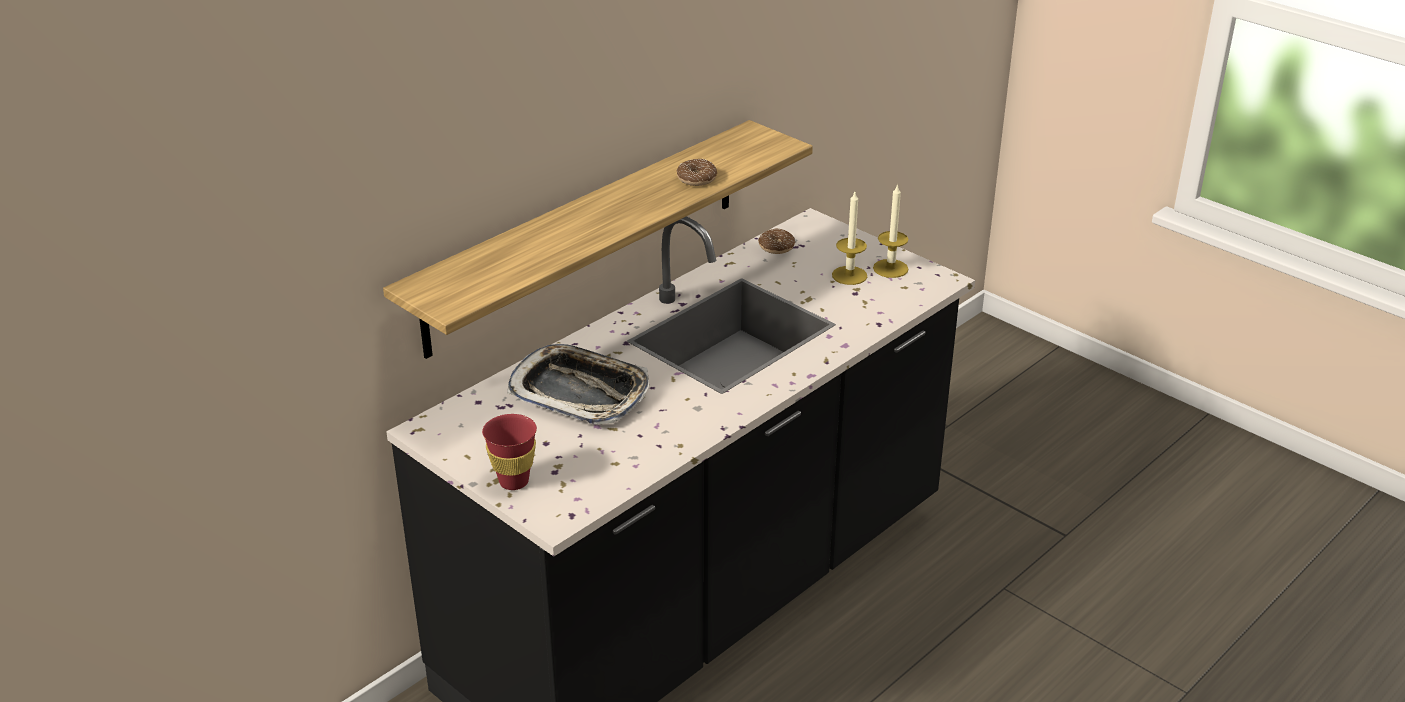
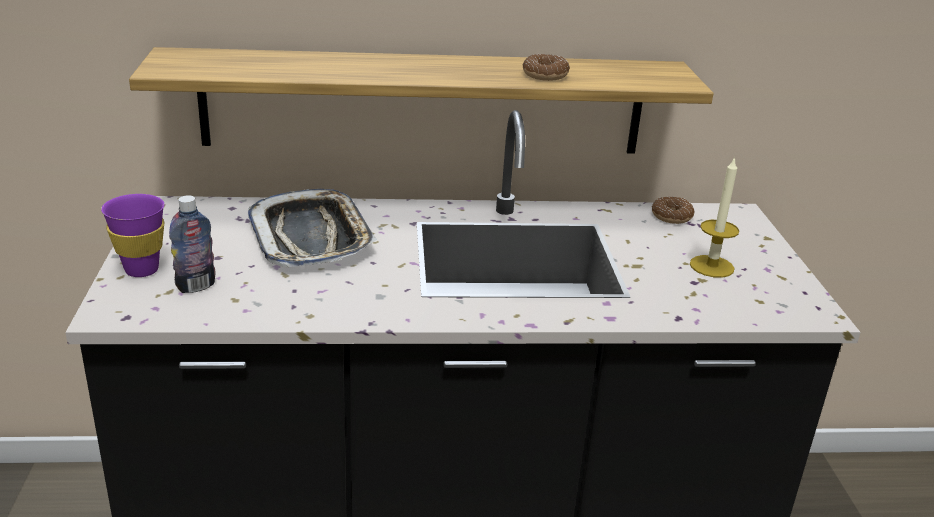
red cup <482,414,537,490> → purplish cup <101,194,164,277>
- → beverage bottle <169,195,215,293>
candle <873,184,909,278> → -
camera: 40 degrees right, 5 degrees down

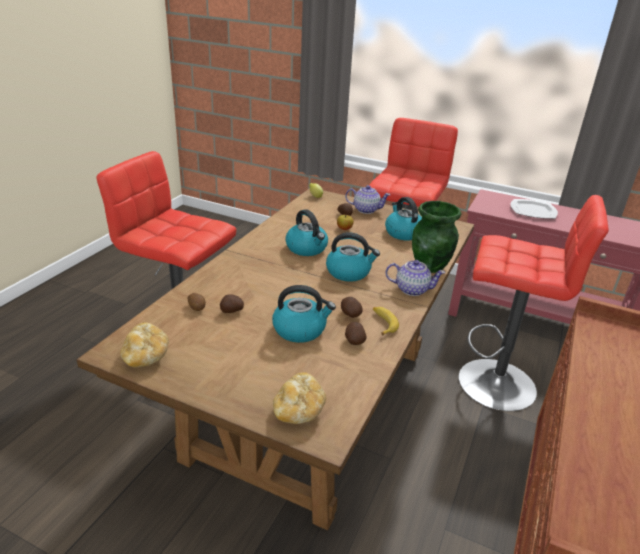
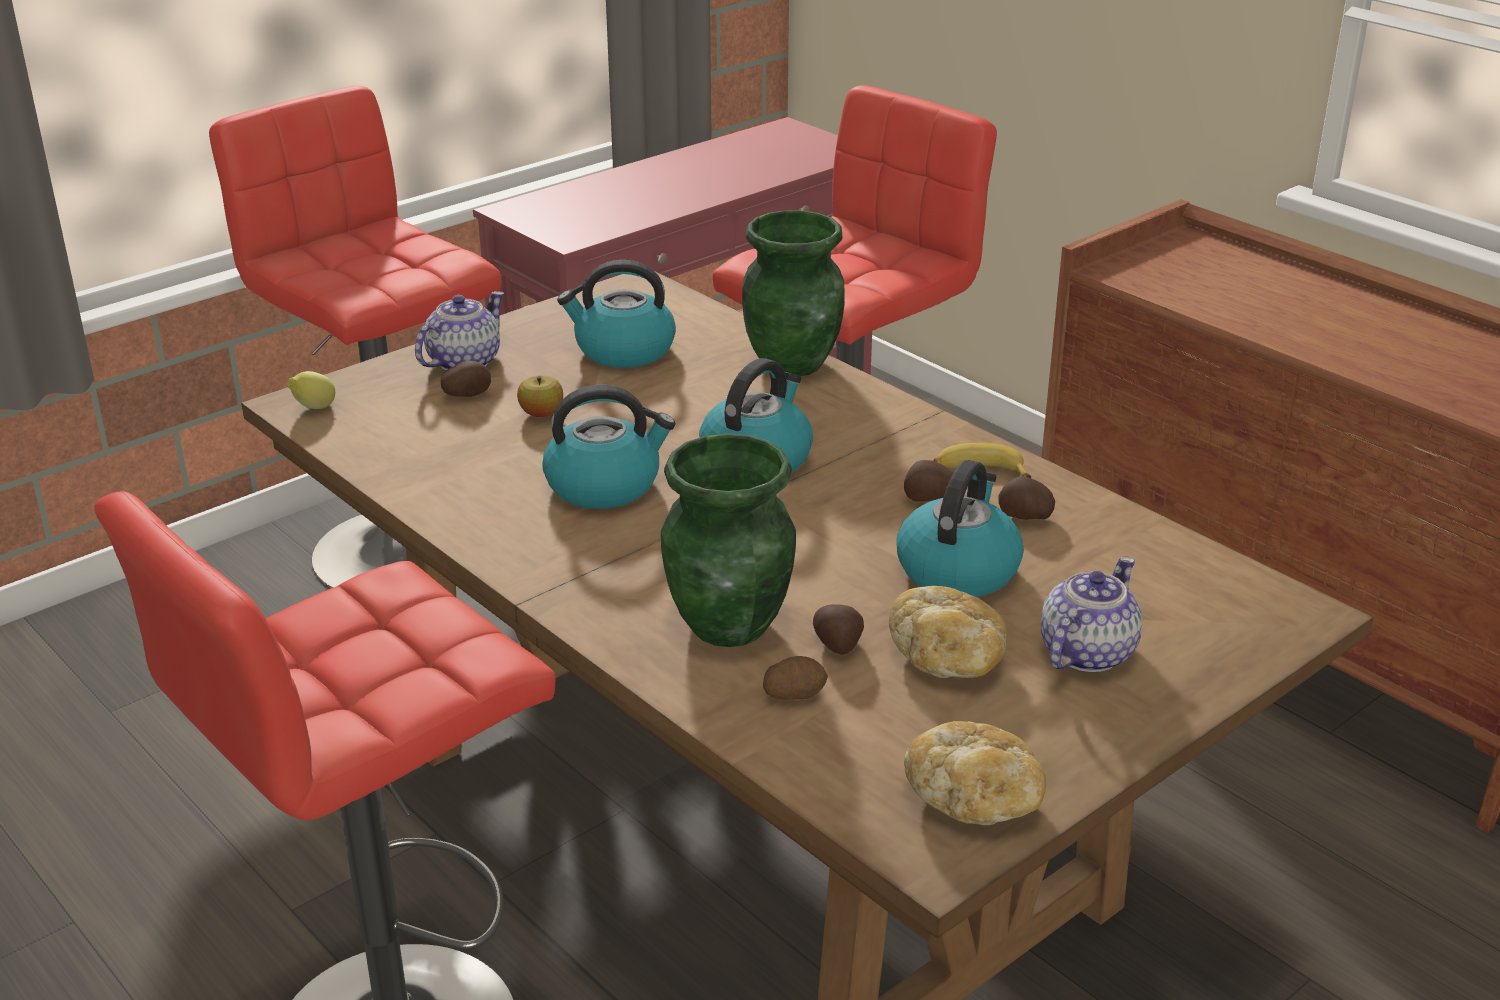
- → green-coloured vase <661,433,796,647>
bakery bread <273,372,326,424> → bakery bread <889,586,1007,678>, move
teapot <385,260,445,296> → teapot <1041,556,1142,672>, move
flat dish <511,199,558,219> → -
camera: 65 degrees left, 0 degrees up

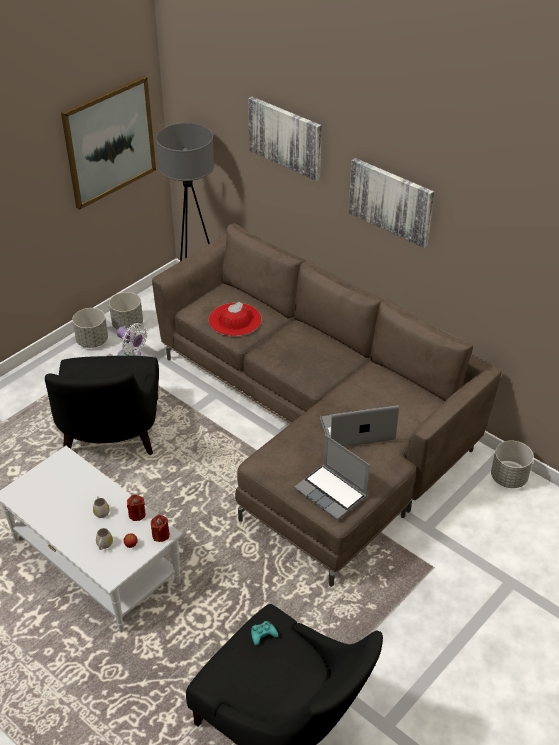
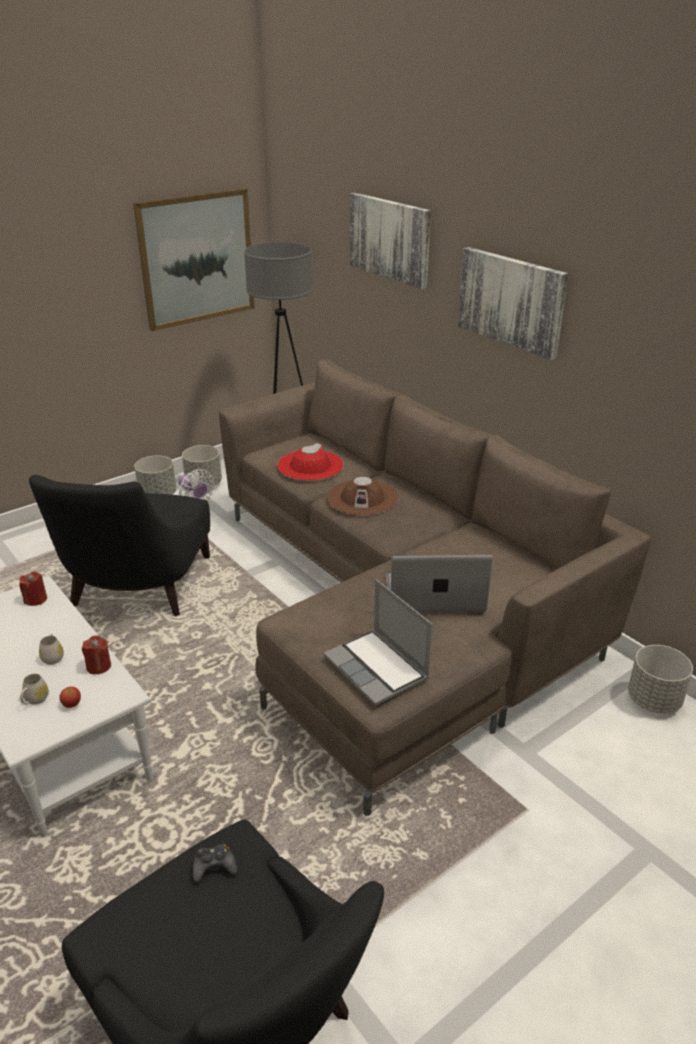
red candle <151,515,170,542> → red candle <19,571,47,606>, move
blue-green gamepad <251,621,278,645> → black gamepad <192,844,237,883>
- → brown clothing hat <327,477,398,515>
camera: 10 degrees right, 10 degrees down

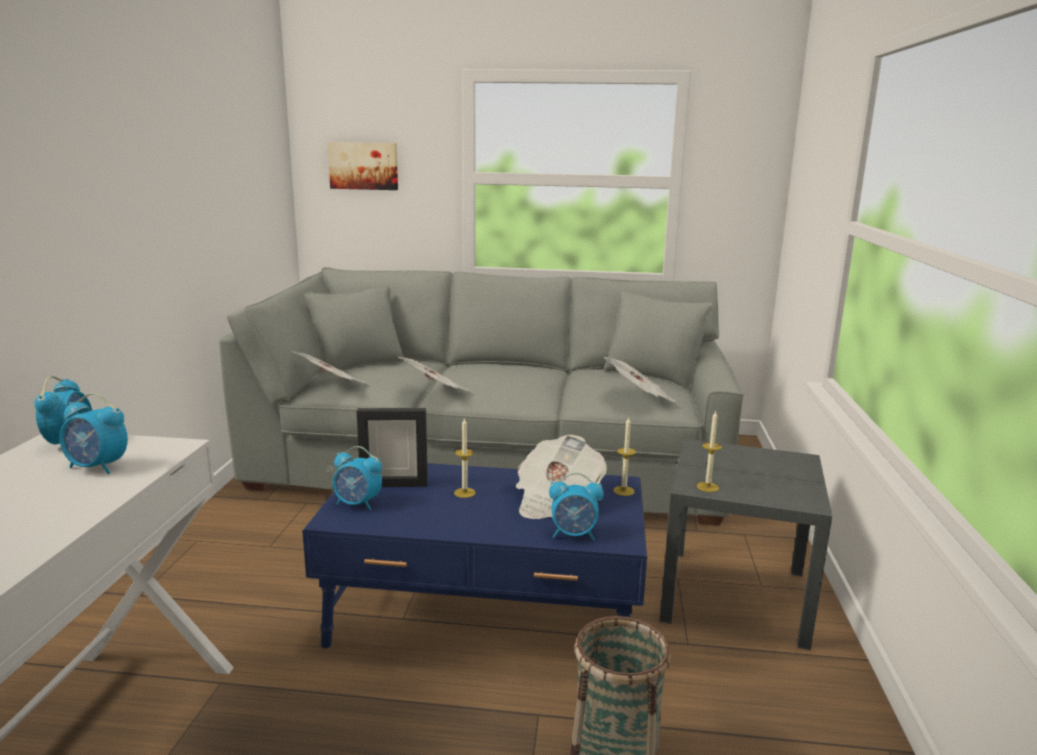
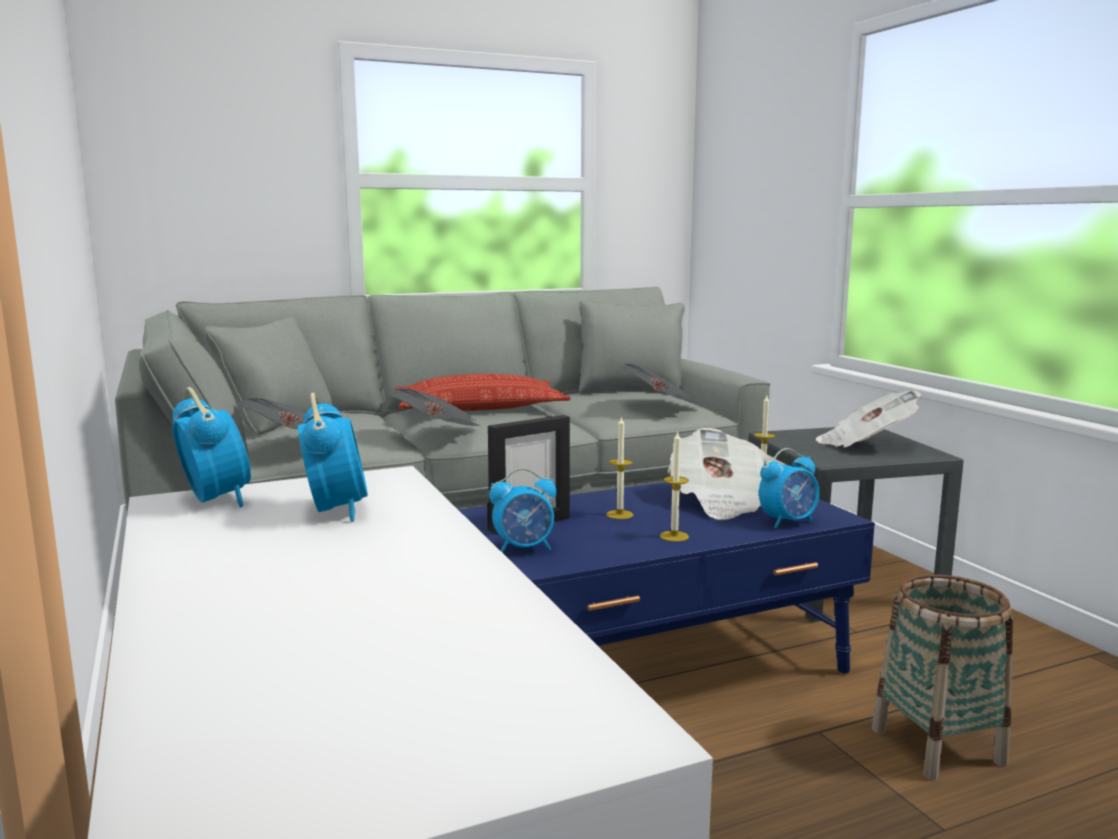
bedside clock <60,393,128,474> → bedside clock <298,392,368,522>, 90 degrees counterclockwise
- → pillow <395,374,571,411>
candle <697,411,722,492> → candle <660,431,689,542>, move
- → daily paper <816,391,922,447>
picture <328,142,398,190> → -
camera: 30 degrees left, 5 degrees down

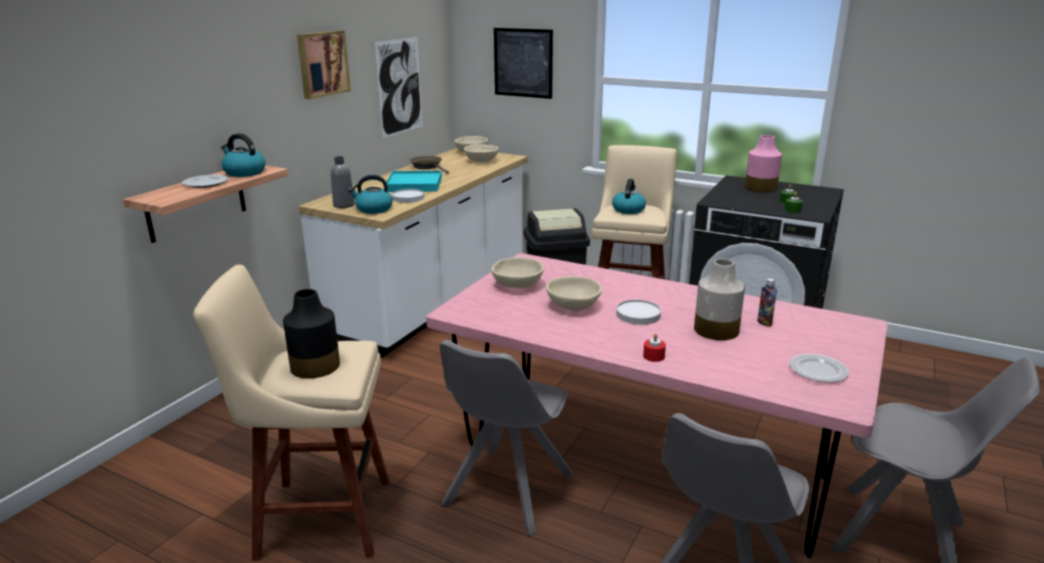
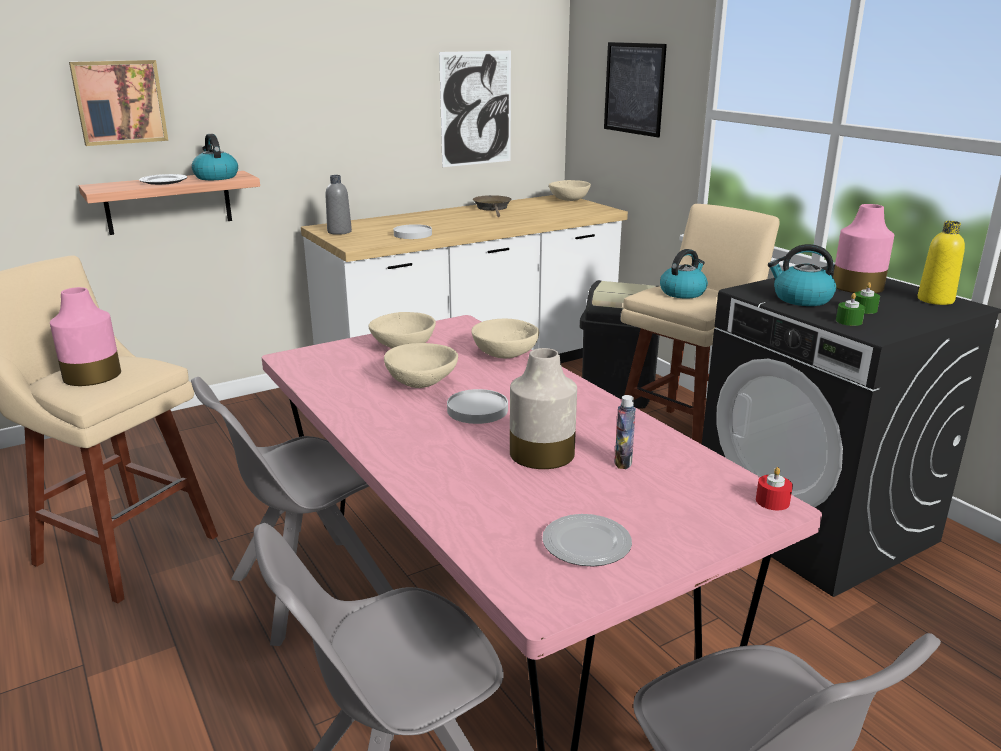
black vase <283,289,340,378> → pink-coloured vase <50,287,121,386>
picture <297,30,351,99> → picture <69,60,168,146>, move
sand-coloured deep dish <464,144,499,162> → sand-coloured deep dish <471,319,539,358>, move
red candle <643,334,666,362> → red candle <756,467,793,510>, move
kettle <348,175,393,214> → kettle <768,244,836,306>, move
- → yellow beverage bottle <918,221,965,305>
blue-green tray <386,171,442,192> → -
camera: 30 degrees right, 0 degrees up

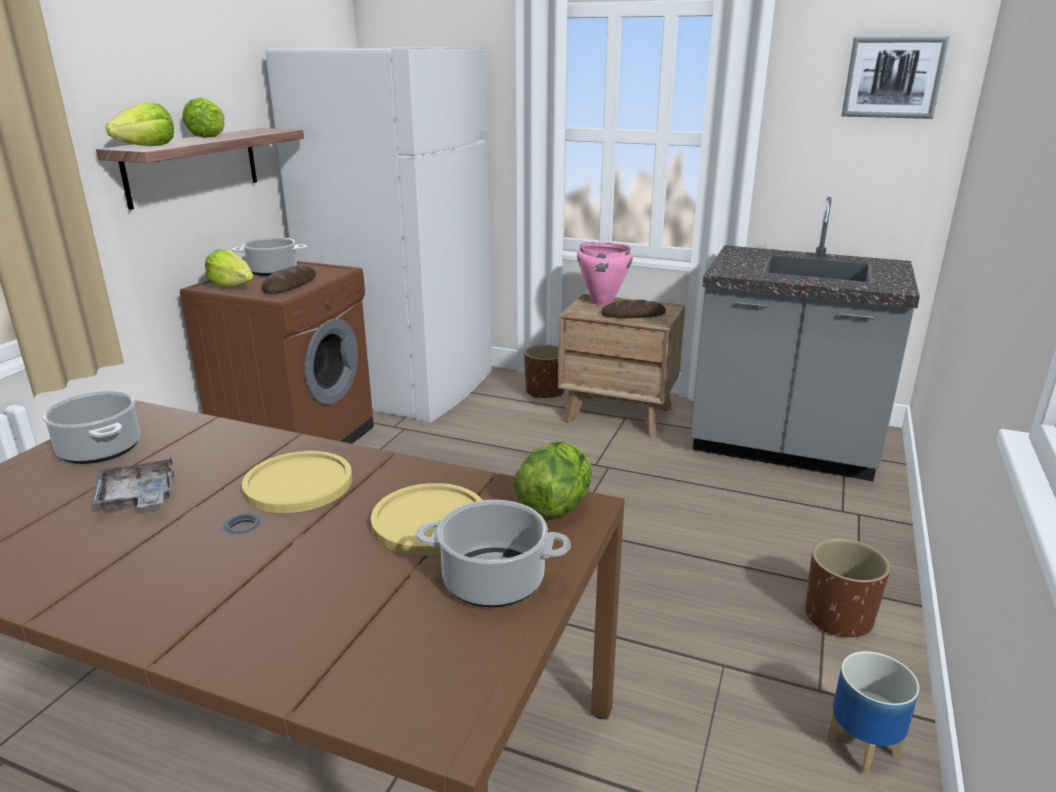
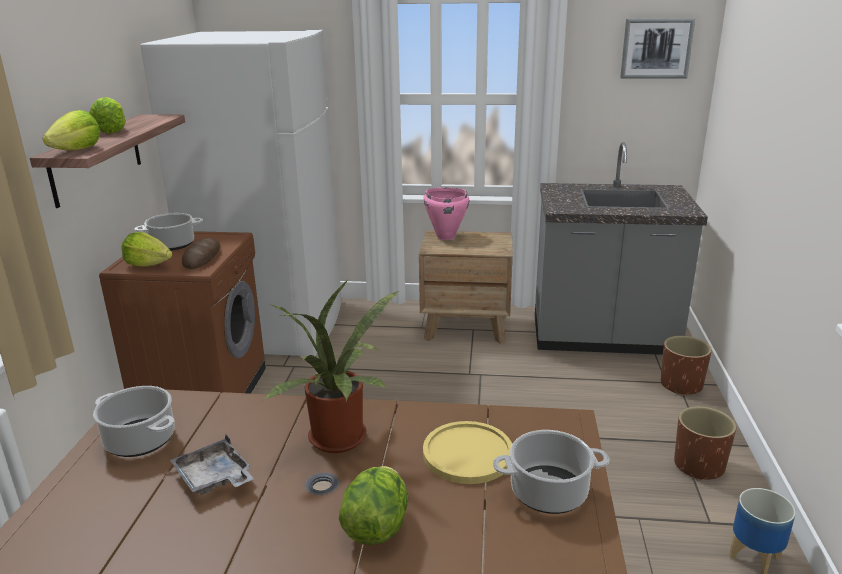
yellow flat dish <242,451,352,513> → potted plant <263,281,399,453>
head of lettuce <514,442,592,518> → head of lettuce <339,466,408,545>, move
brown flower pot <524,344,565,399> → brown flower pot <661,336,712,396>, move
bakery bread <601,300,666,318> → -
camera: 15 degrees left, 0 degrees up

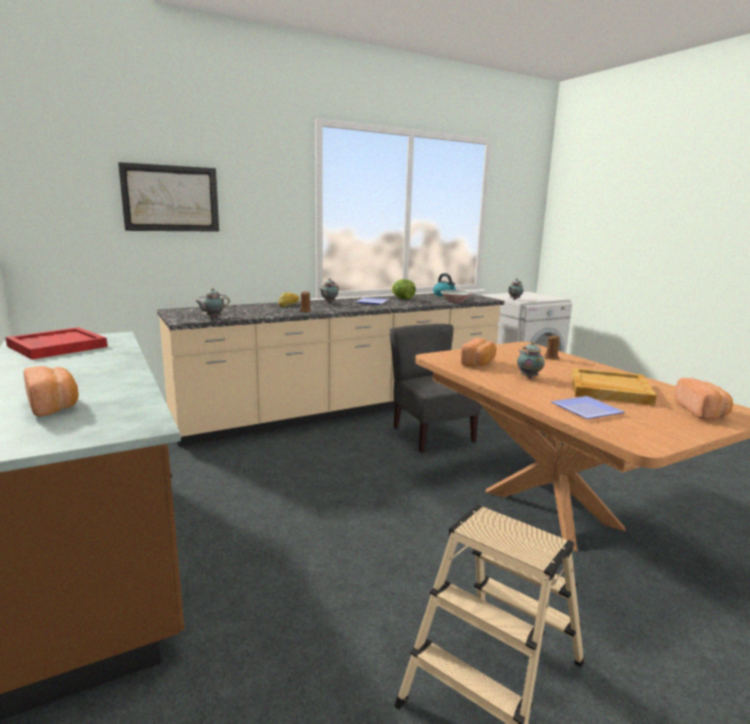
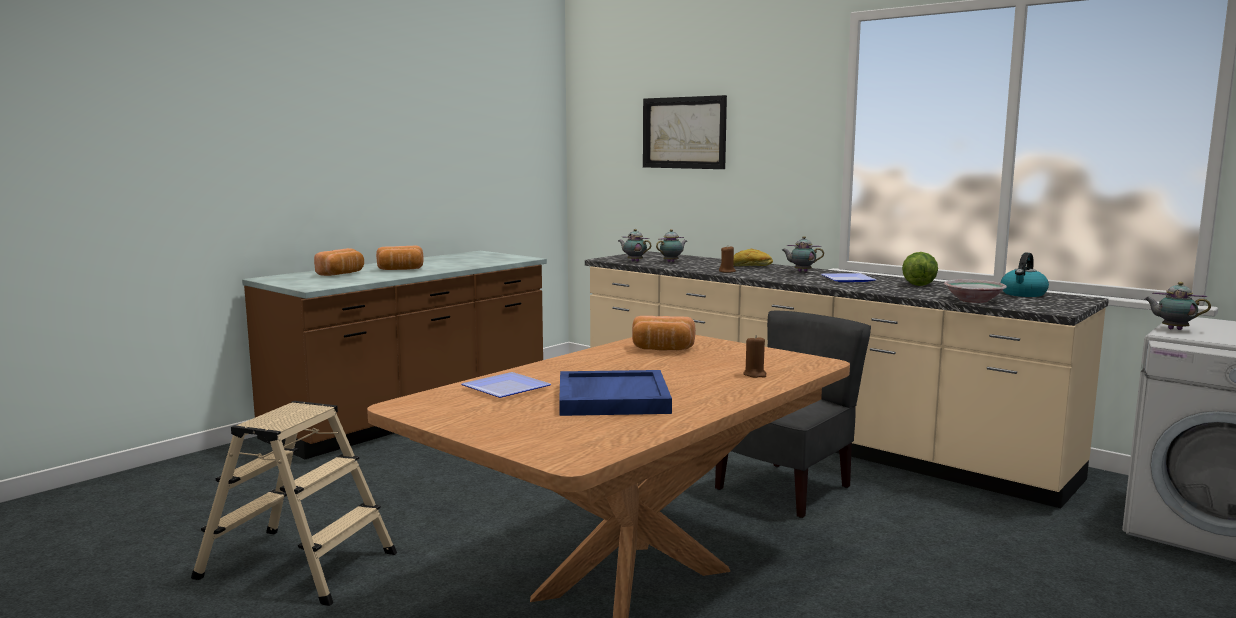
bakery bread <675,378,733,420> → bakery bread <376,246,423,270>, move
sand-coloured tray <571,368,657,406> → bluish tray <559,370,672,416>
teapot <517,342,545,379> → teapot <656,229,687,262>, move
red tray <5,327,108,359> → -
camera: 70 degrees right, 5 degrees down

